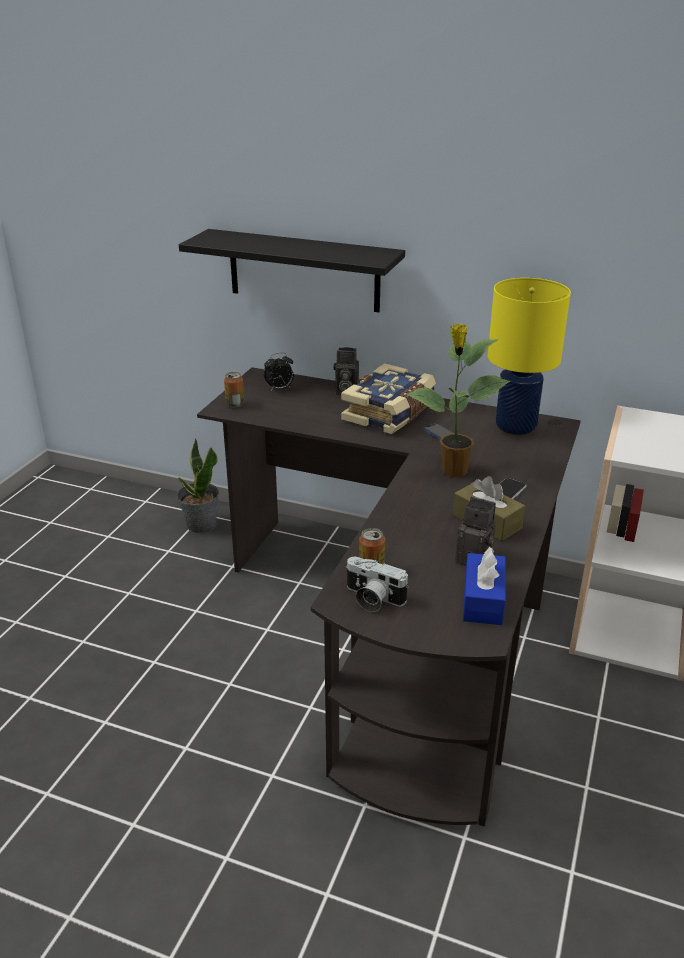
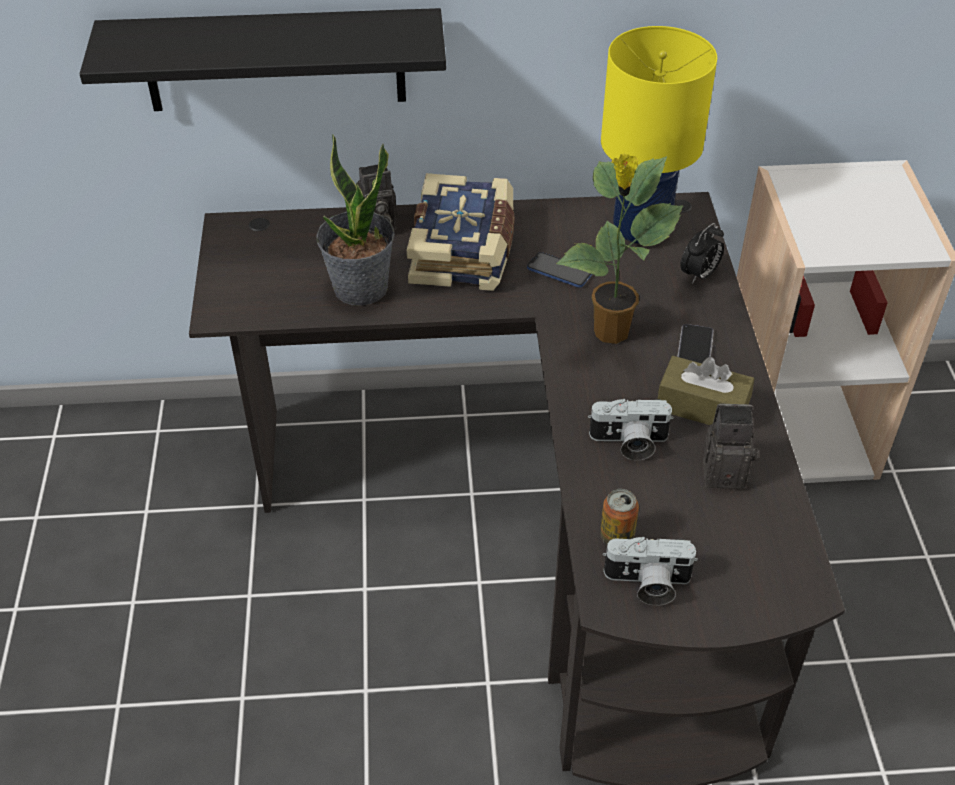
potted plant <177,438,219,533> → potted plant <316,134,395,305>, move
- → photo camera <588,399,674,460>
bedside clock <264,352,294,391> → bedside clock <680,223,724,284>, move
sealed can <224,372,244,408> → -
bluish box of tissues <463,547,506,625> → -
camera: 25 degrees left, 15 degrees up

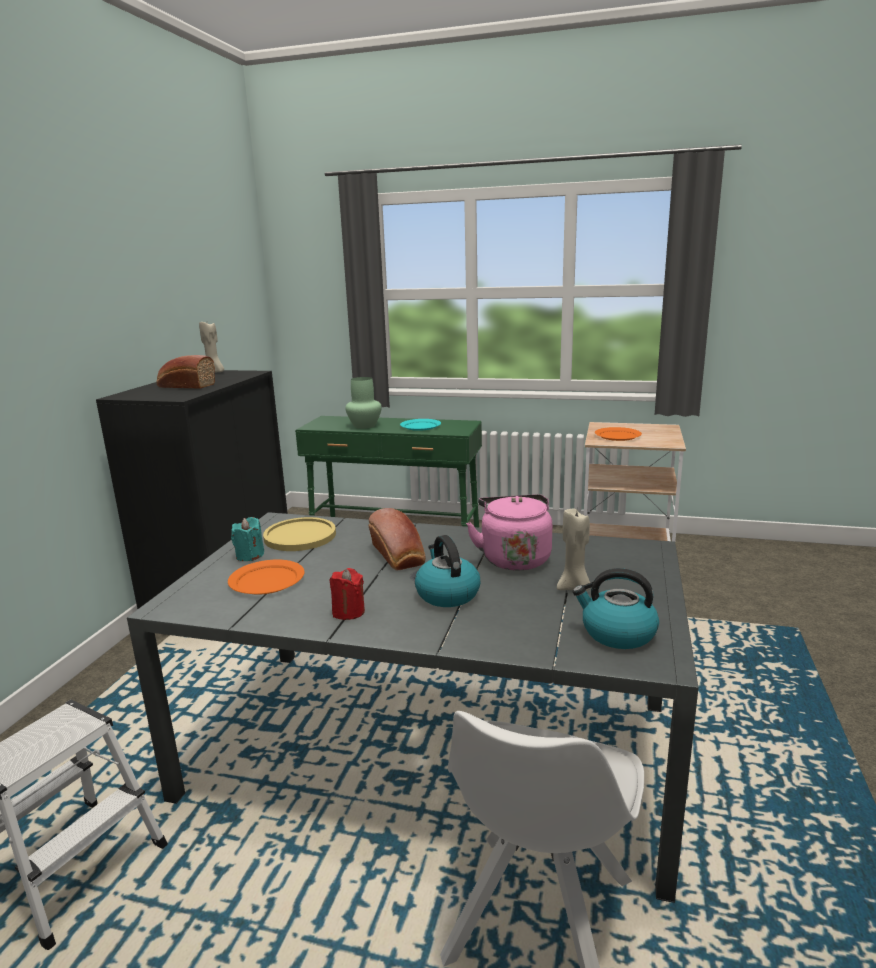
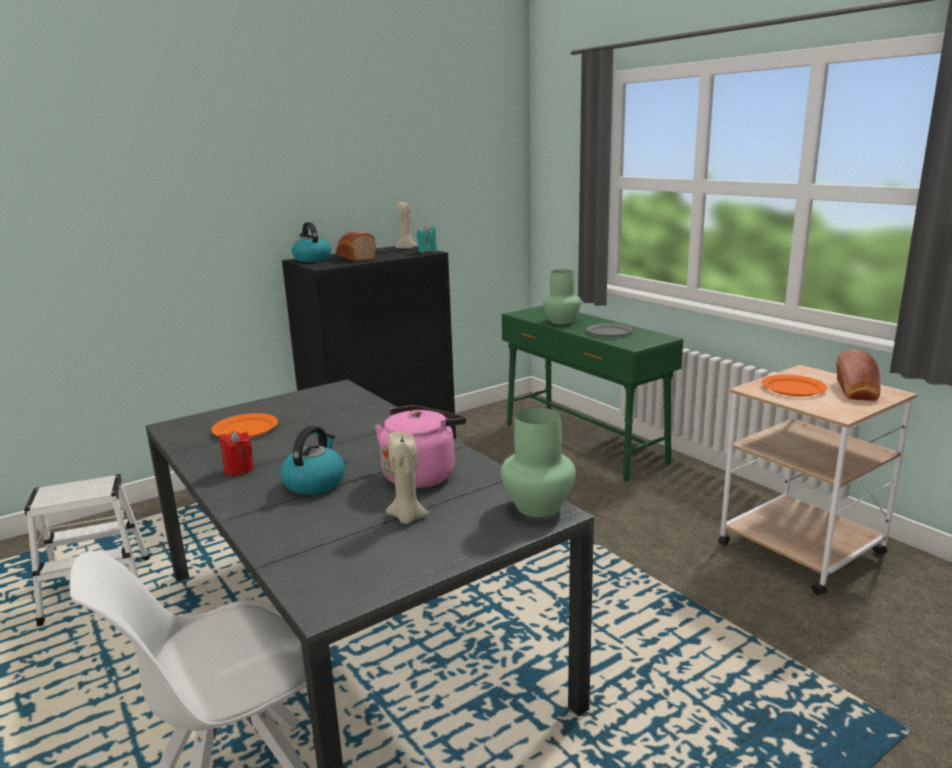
kettle <572,568,659,649> → kettle <292,222,331,262>, move
blue-green candle <231,517,264,561> → blue-green candle <417,225,437,253>, move
- → green-coloured vase <501,408,576,517>
blue-green flat dish <400,419,441,431> → gray flat dish <586,323,633,337>
bakery bread <369,508,426,570> → bakery bread <836,349,881,401>, move
yellow flat dish <263,517,336,551> → -
camera: 40 degrees right, 0 degrees up

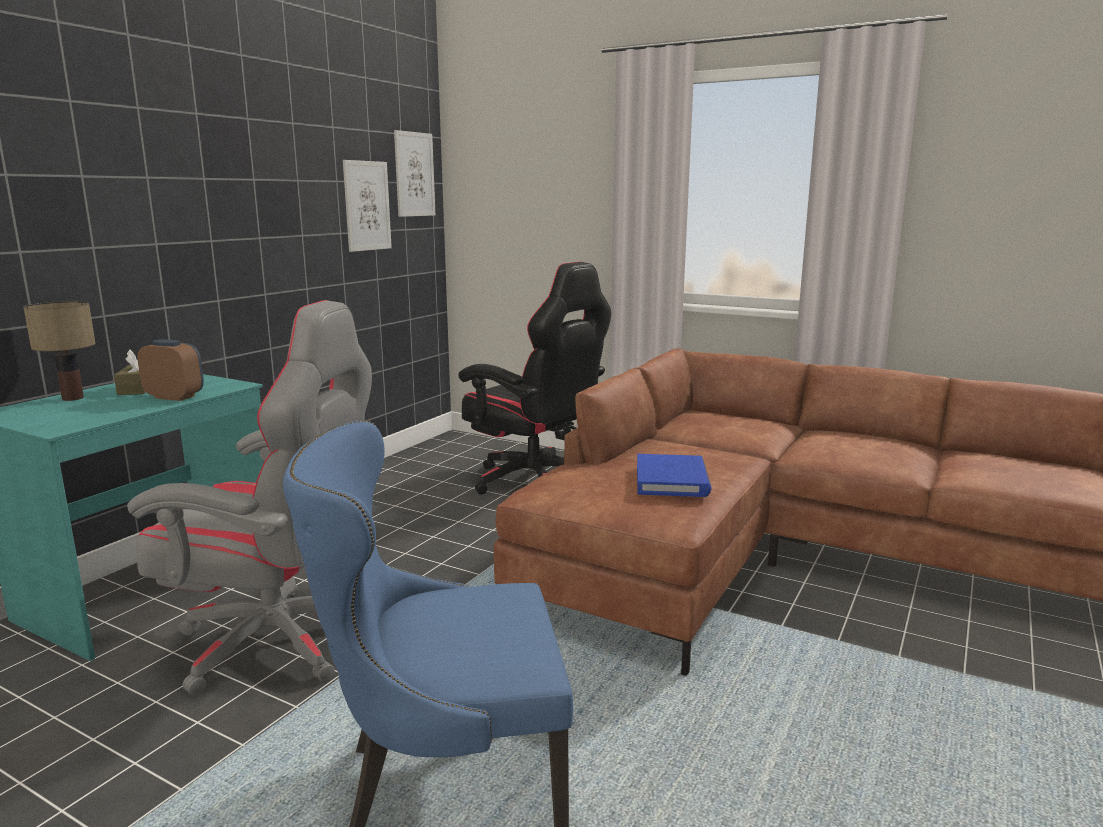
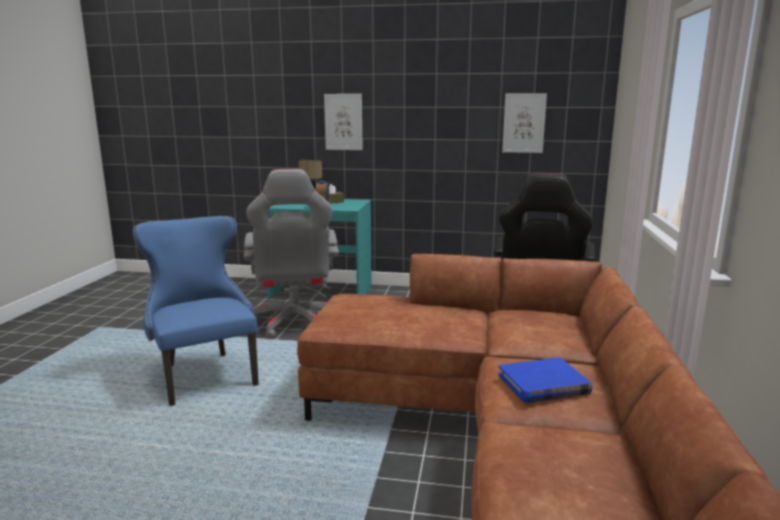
picture <394,130,435,217> → picture <324,94,363,150>, move
bluish book <637,454,711,497> → bluish book <498,358,592,403>, move
camera: 70 degrees right, 0 degrees up

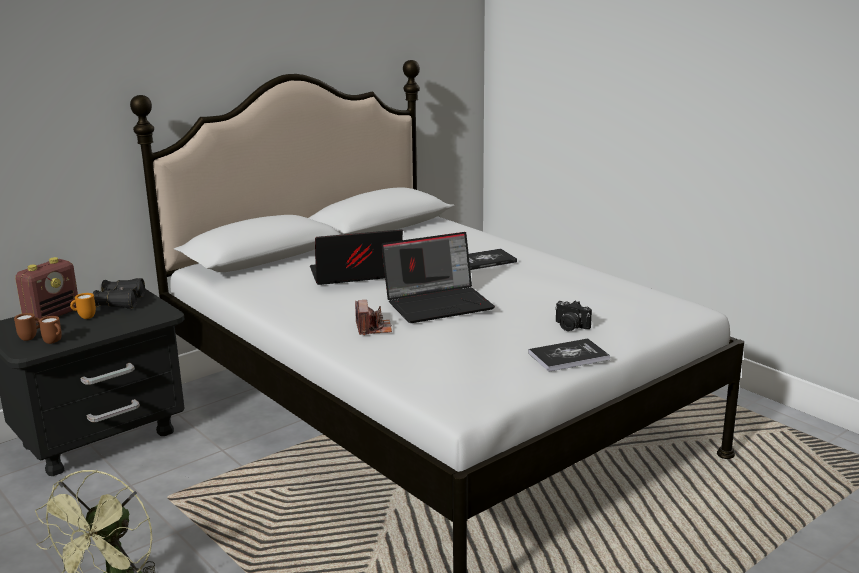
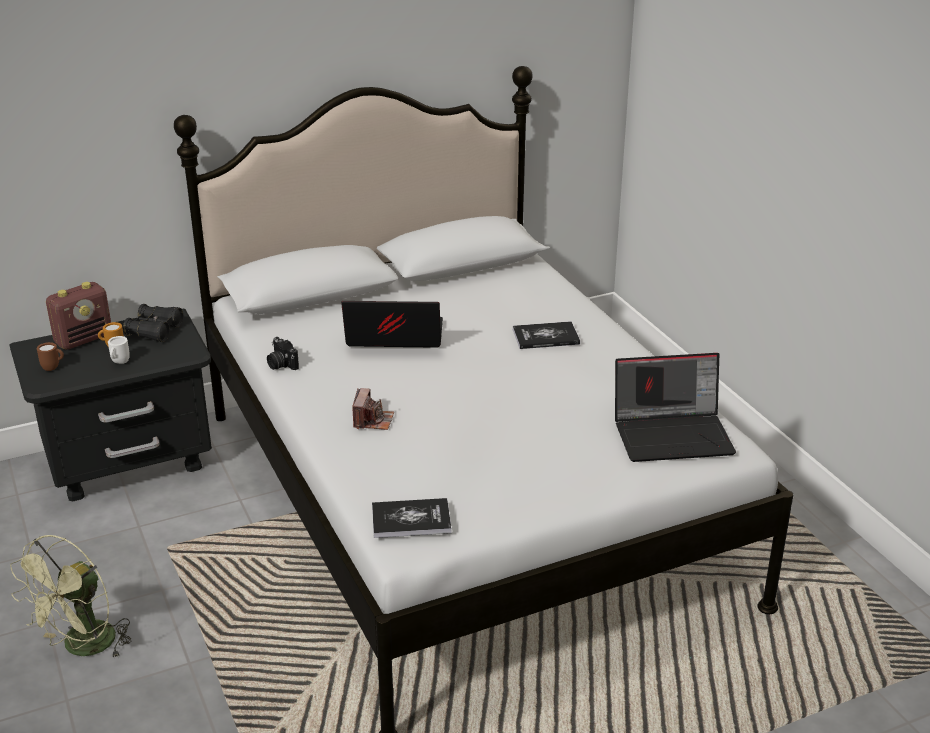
- → white-coloured mug <108,336,130,364>
photo camera <555,301,592,331> → photo camera <267,337,299,370>, move
book <528,339,610,372> → book <372,498,451,538>, move
portable computer <381,232,495,323> → portable computer <615,353,736,462>, move
brown mug <39,316,62,344> → -
camera: 15 degrees right, 10 degrees up

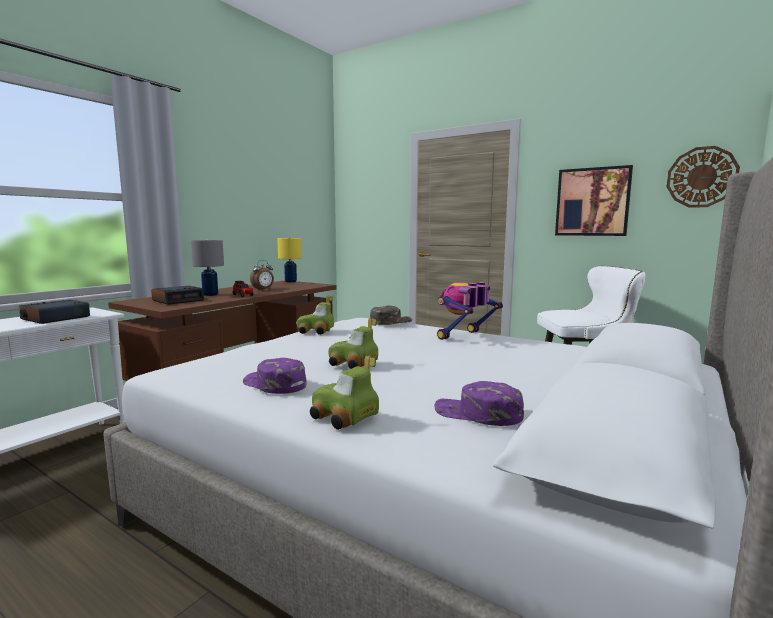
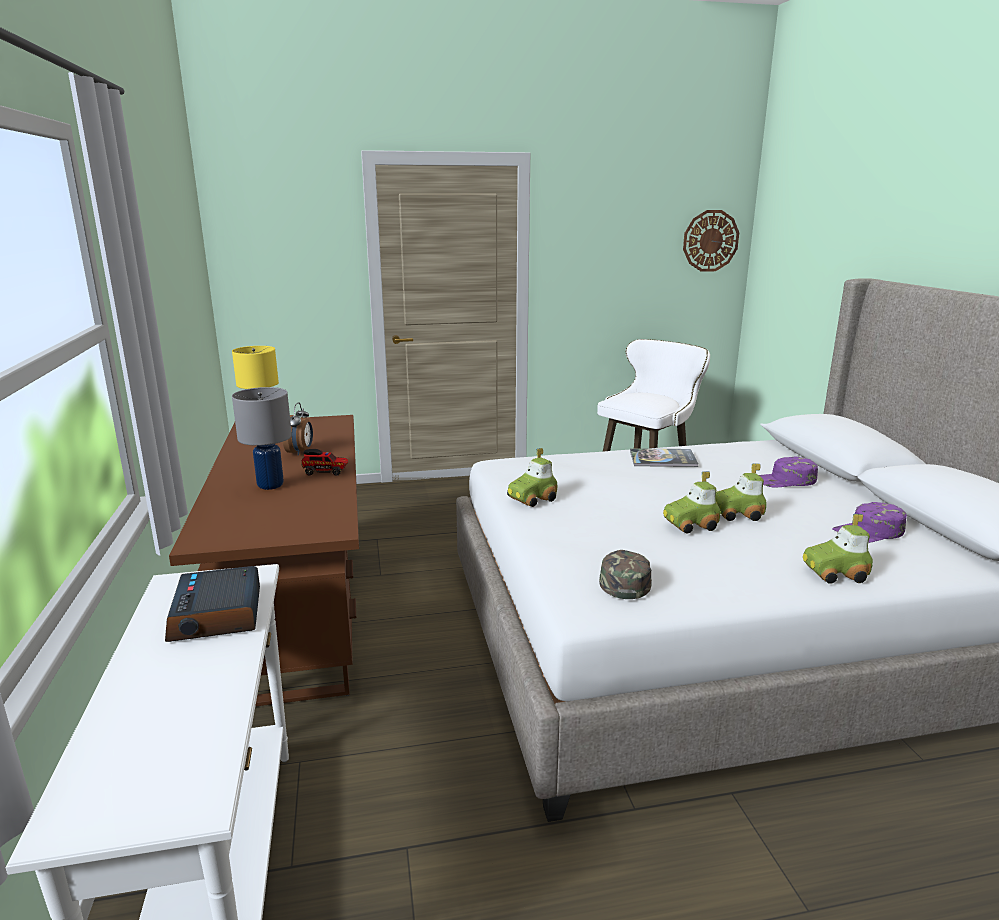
green-coloured peaked cap <370,306,412,325> → green-coloured peaked cap <599,550,652,599>, move
model robot <437,282,503,340> → book <630,448,698,467>
- → toy car <716,463,767,521>
purplish peaked cap <243,358,307,394> → purplish peaked cap <759,457,818,488>, move
bedside clock <151,286,204,305> → -
picture <555,165,633,236> → -
camera: 45 degrees left, 10 degrees up

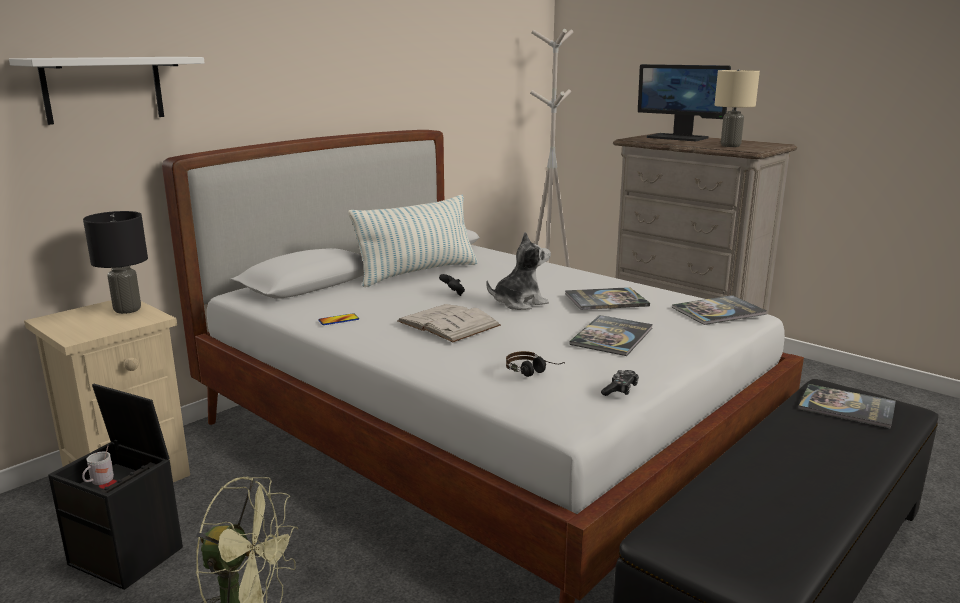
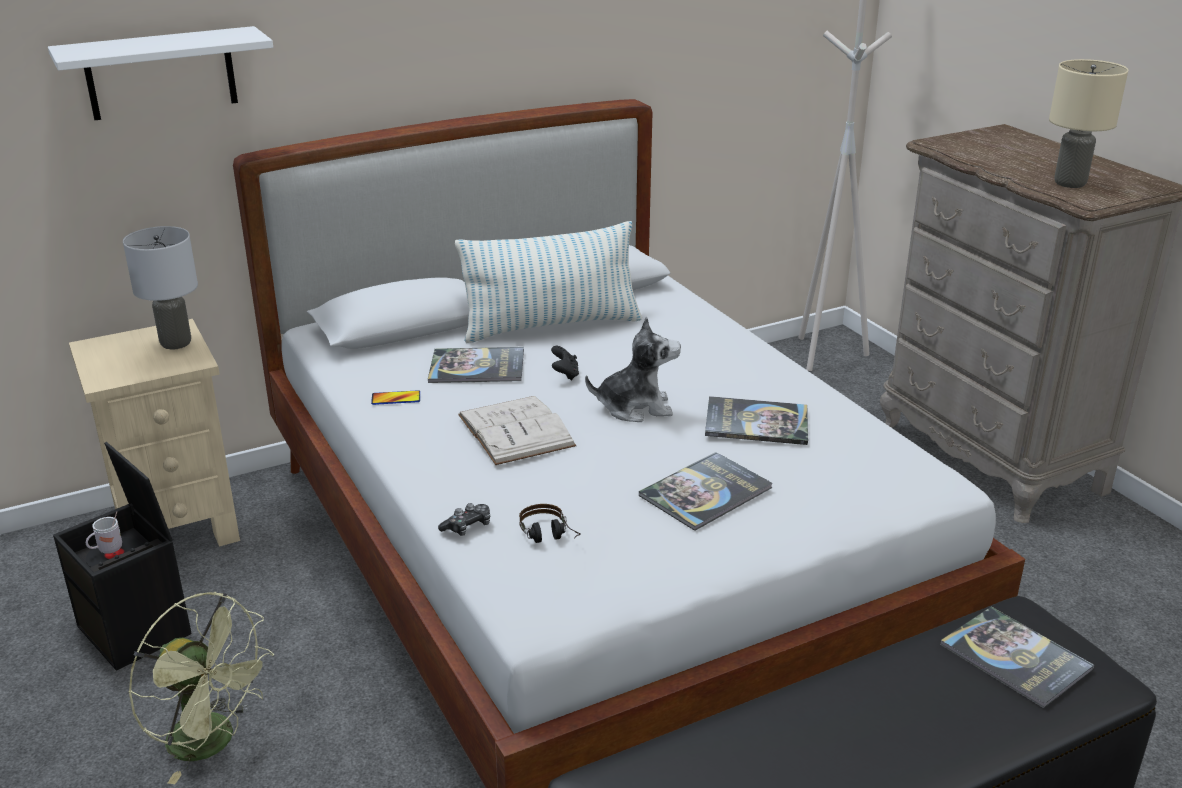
black table lamp <83,211,148,314> → white-coloured table lamp <123,226,198,350>
book <672,295,767,325> → book <428,347,524,383>, move
gamepad <601,370,639,396> → gamepad <438,503,490,536>, move
computer display <638,64,731,141> → -
camera: 20 degrees right, 10 degrees up

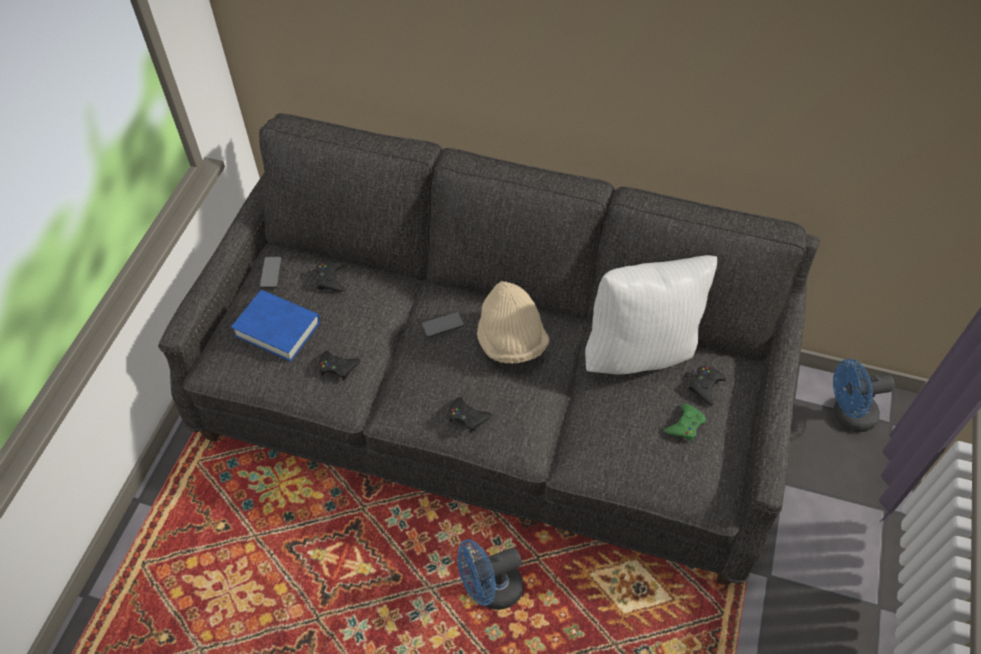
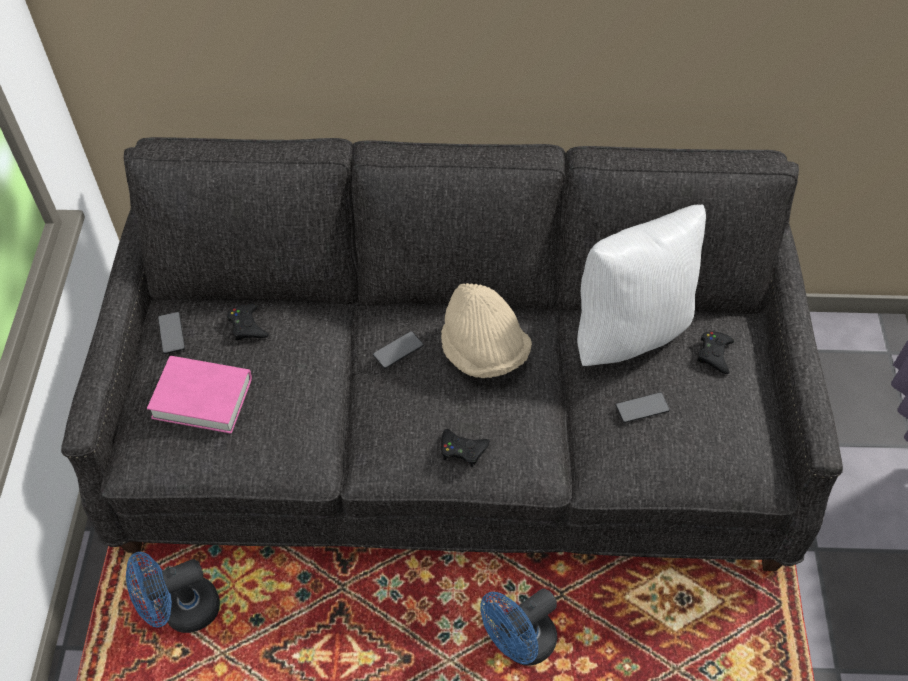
bluish fan <833,359,895,432> → bluish fan <126,552,220,633>, move
bluish book <231,290,320,362> → pink-coloured book <147,356,252,434>
- → phone <616,392,670,423>
black gamepad <319,351,360,381> → -
green-coloured gamepad <664,404,706,441> → -
camera: 15 degrees left, 0 degrees up

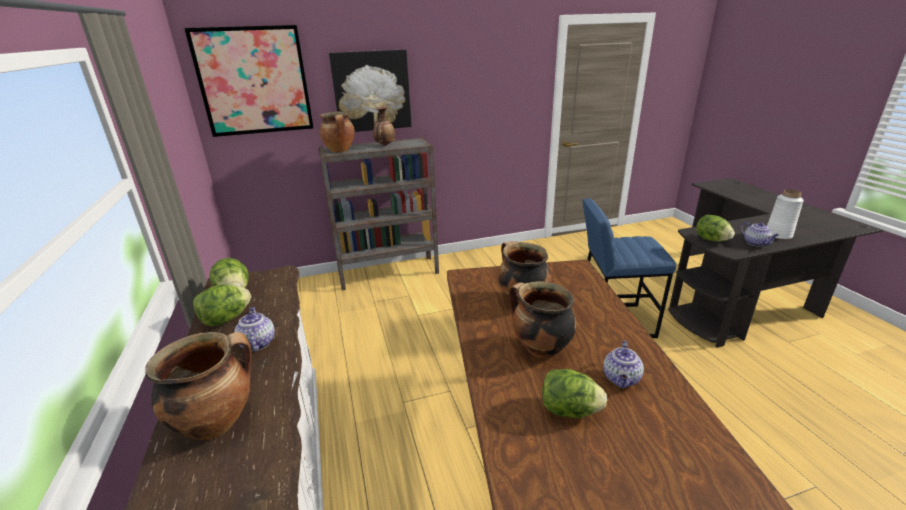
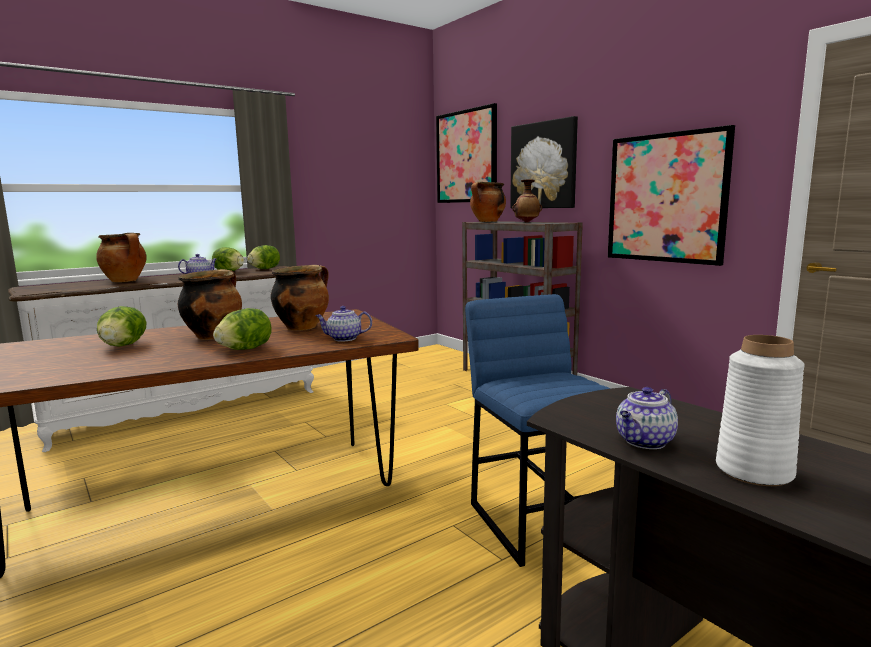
head of lettuce <696,215,735,242> → head of lettuce <213,308,272,350>, move
teapot <603,341,644,388> → teapot <315,306,372,341>, move
- → picture <608,125,735,266>
camera: 70 degrees right, 15 degrees down

